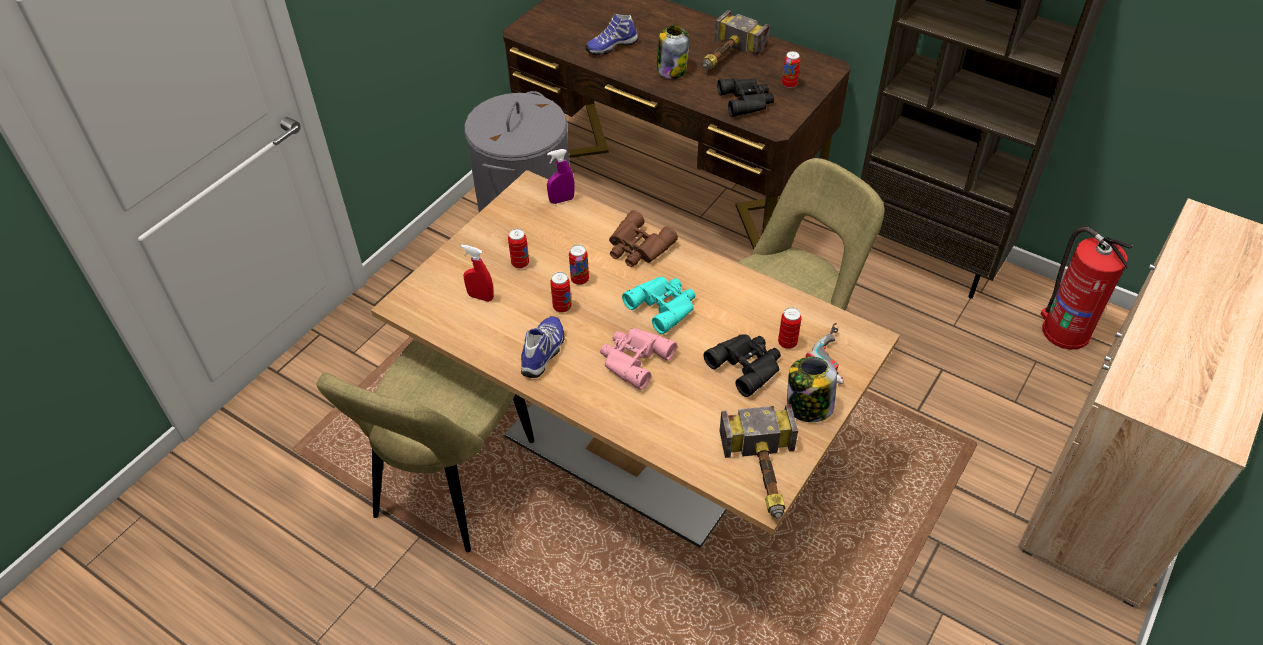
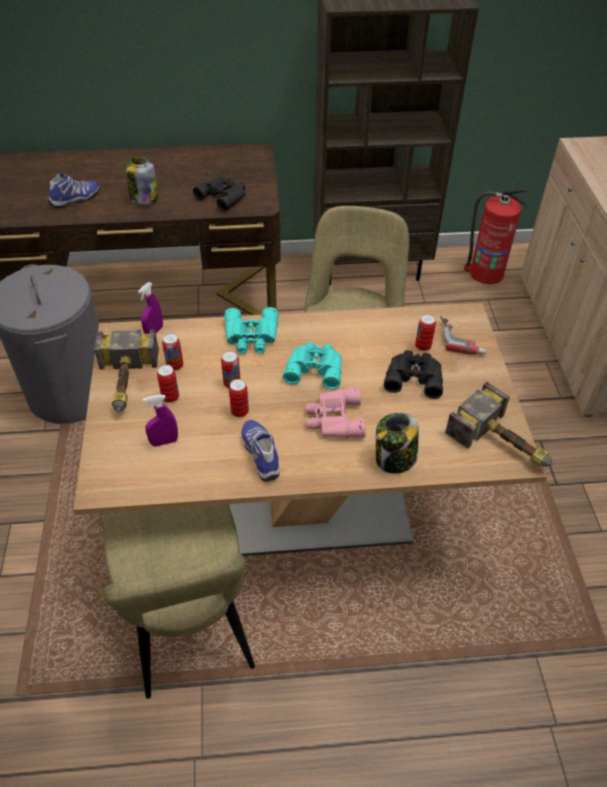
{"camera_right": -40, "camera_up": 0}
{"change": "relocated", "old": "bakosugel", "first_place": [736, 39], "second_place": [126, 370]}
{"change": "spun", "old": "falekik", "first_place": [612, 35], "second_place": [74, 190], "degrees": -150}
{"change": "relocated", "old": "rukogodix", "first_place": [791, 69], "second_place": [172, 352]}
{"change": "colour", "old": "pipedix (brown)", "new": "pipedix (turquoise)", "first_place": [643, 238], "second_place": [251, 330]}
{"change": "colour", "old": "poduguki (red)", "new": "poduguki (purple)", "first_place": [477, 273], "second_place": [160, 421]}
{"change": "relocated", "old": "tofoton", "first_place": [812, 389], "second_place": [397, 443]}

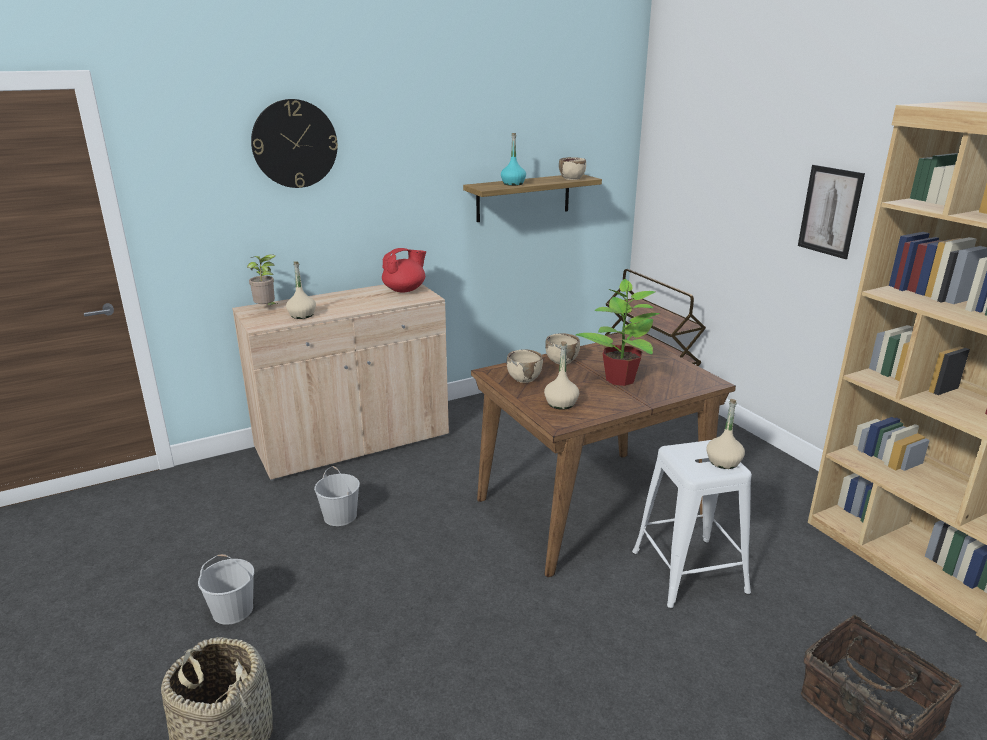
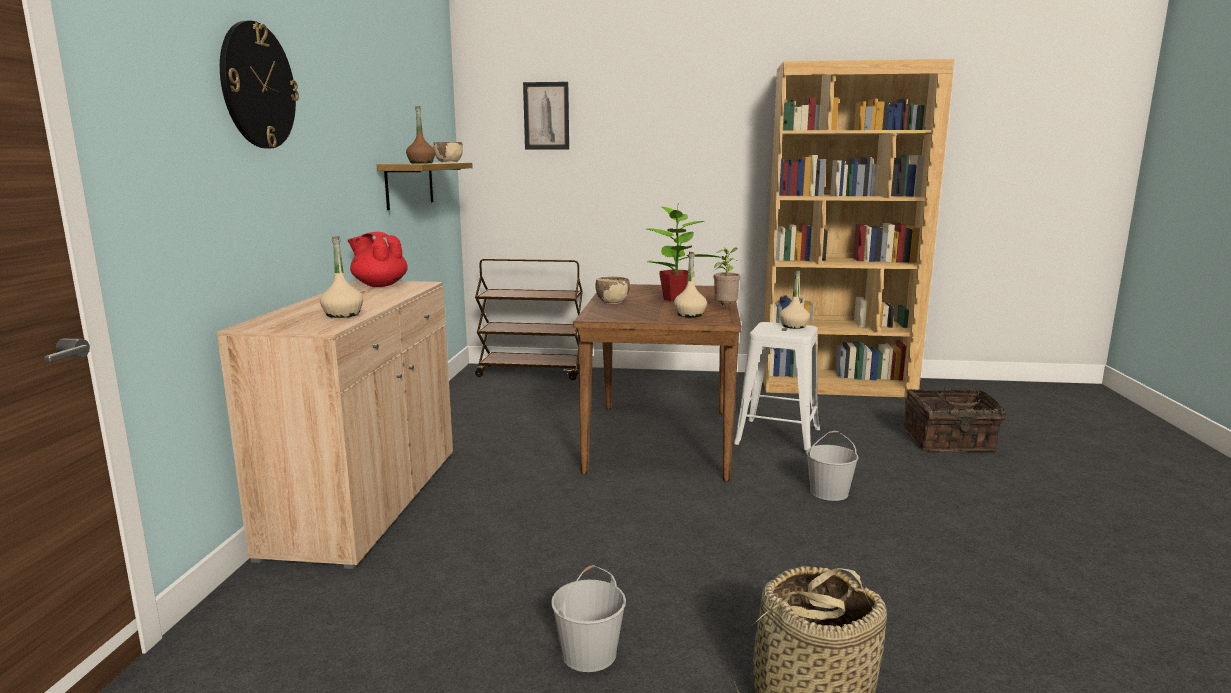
{"camera_right": -55, "camera_up": -10}
{"change": "colour", "old": "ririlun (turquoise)", "new": "ririlun (brown)", "first_place": [513, 159], "second_place": [421, 134]}
{"change": "relocated", "old": "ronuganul", "first_place": [831, 212], "second_place": [546, 115]}
{"change": "spun", "old": "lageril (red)", "first_place": [404, 270], "second_place": [378, 259], "degrees": -60}
{"change": "relocated", "old": "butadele", "first_place": [263, 279], "second_place": [726, 276]}
{"change": "missing", "old": "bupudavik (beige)", "first_place": [525, 366]}
{"change": "relocated", "old": "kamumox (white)", "first_place": [337, 496], "second_place": [832, 466]}

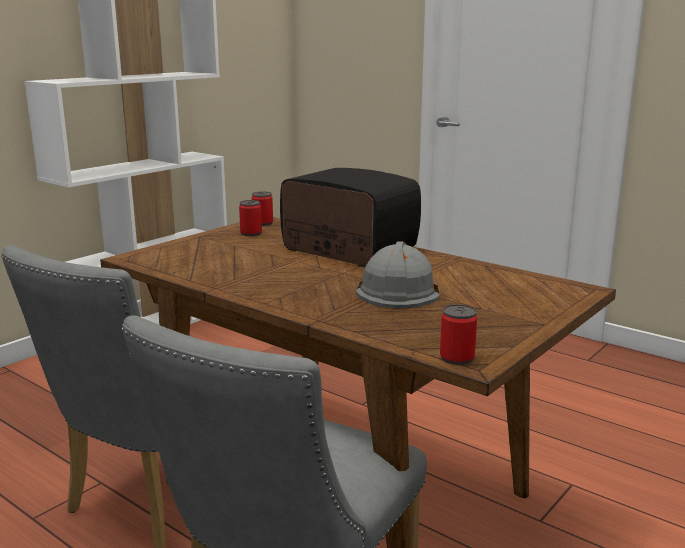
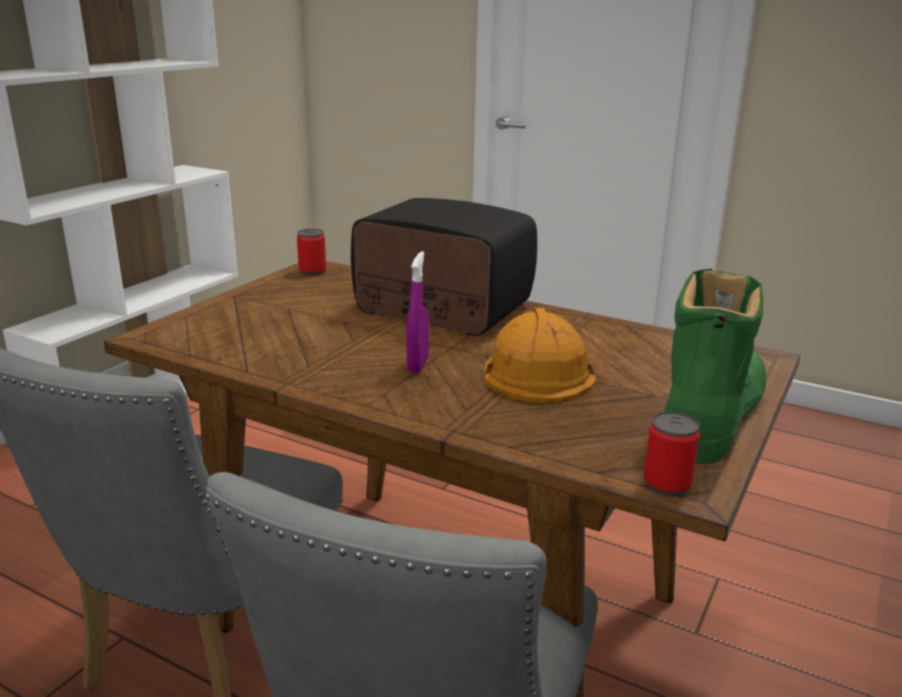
{"camera_right": -10, "camera_up": 5}
{"change": "missing", "old": "rukogodix", "first_place": [250, 218]}
{"change": "colour", "old": "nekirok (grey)", "new": "nekirok (orange)", "first_place": [398, 275], "second_place": [540, 355]}
{"change": "appeared", "new": "poduguki (purple)", "second_place": [418, 312]}
{"change": "appeared", "new": "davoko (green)", "second_place": [715, 366]}

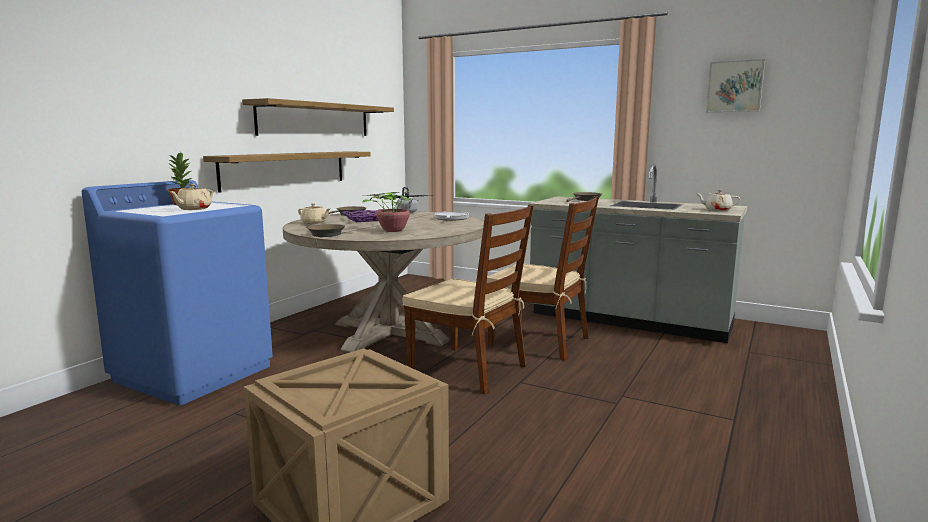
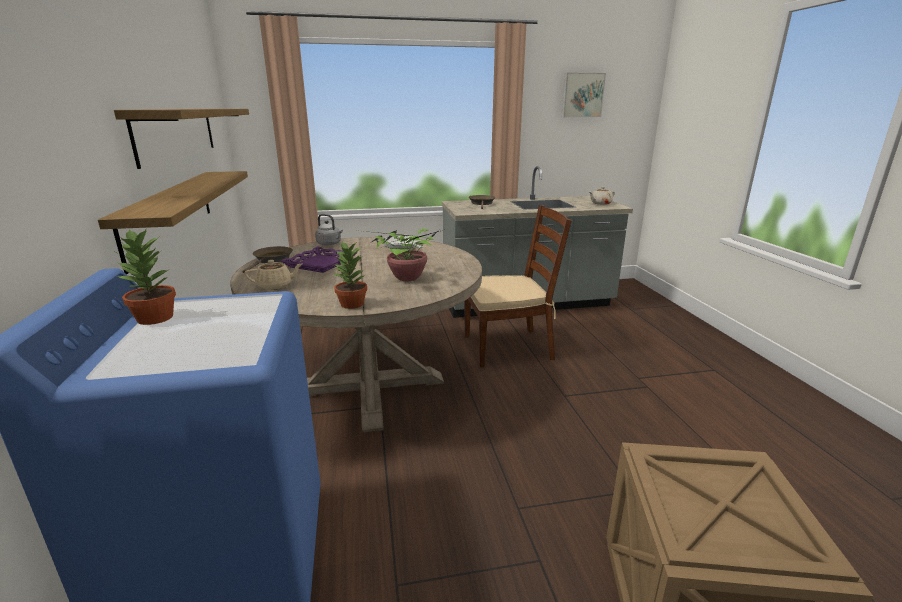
{"camera_right": -40, "camera_up": 10}
{"change": "missing", "old": "lageril (beige)", "first_place": [191, 196]}
{"change": "missing", "old": "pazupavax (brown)", "first_place": [468, 299]}
{"change": "exchanged", "old": "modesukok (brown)", "new": "butadele", "first_place": [325, 230], "second_place": [350, 275]}

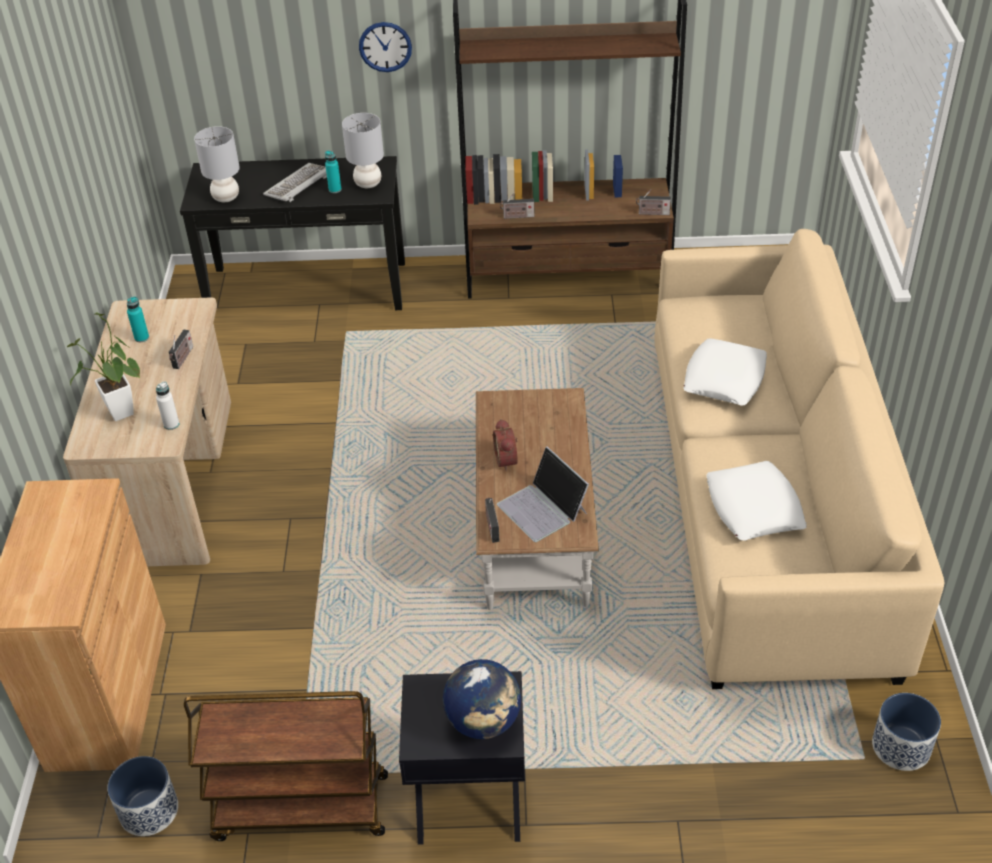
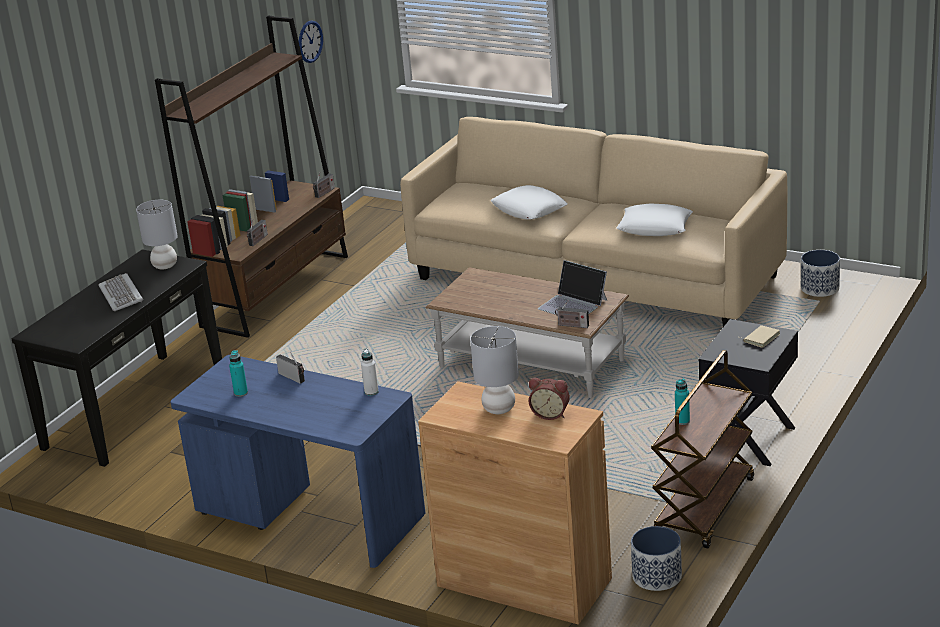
{"camera_right": -60, "camera_up": -15}
{"change": "relocated", "old": "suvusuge", "first_place": [385, 47], "second_place": [311, 42]}
{"change": "relocated", "old": "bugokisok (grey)", "first_place": [217, 164], "second_place": [494, 370]}
{"change": "relocated", "old": "ririlun (turquoise)", "first_place": [333, 172], "second_place": [682, 401]}
{"change": "colour", "old": "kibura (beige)", "new": "kibura (blue)", "first_place": [147, 432], "second_place": [298, 461]}
{"change": "missing", "old": "butadele", "first_place": [103, 366]}
{"change": "relocated", "old": "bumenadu", "first_place": [505, 445], "second_place": [549, 399]}
{"change": "spun", "old": "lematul", "first_place": [543, 494], "second_place": [572, 287], "degrees": 45}
{"change": "exchanged", "old": "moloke", "new": "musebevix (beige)", "first_place": [482, 699], "second_place": [760, 336]}

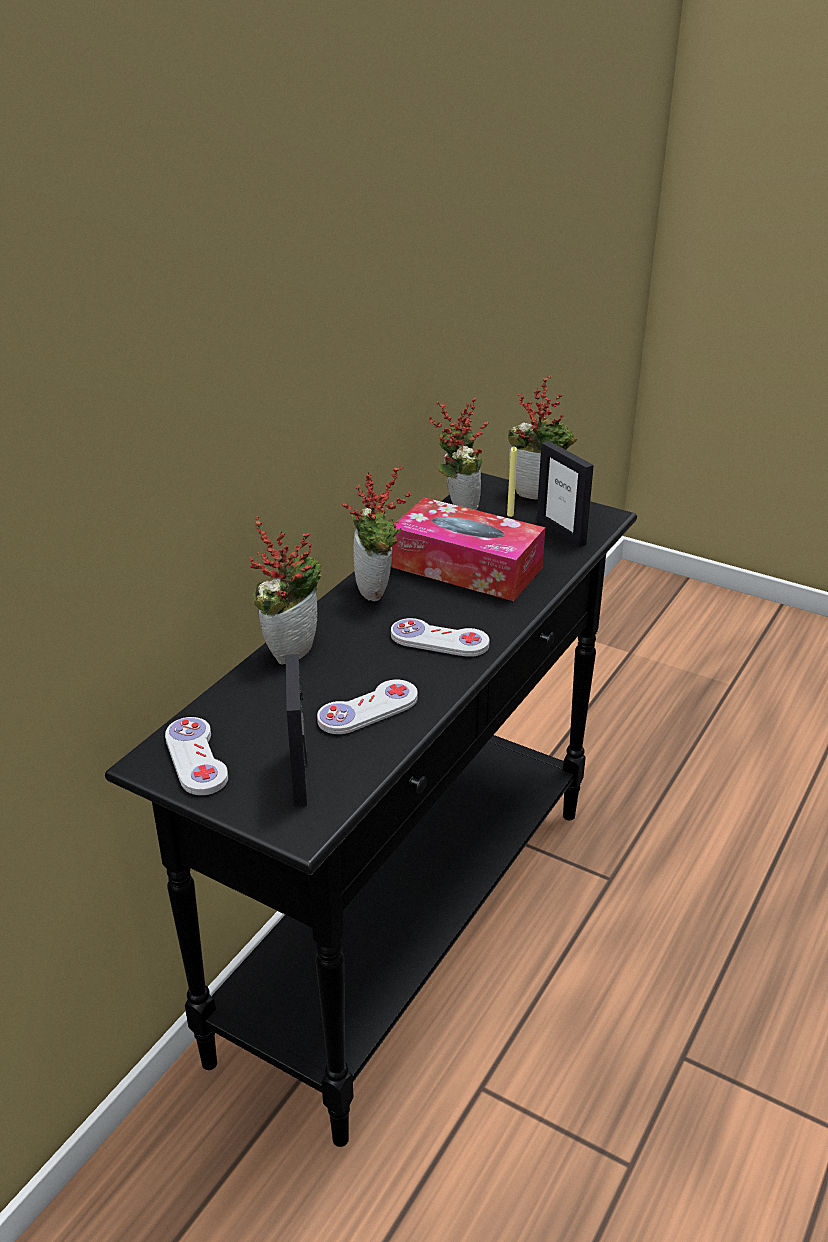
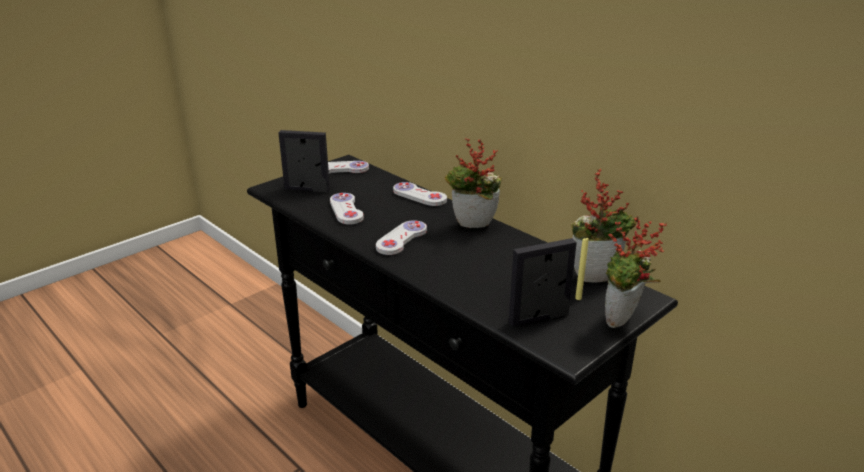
{"camera_right": 105, "camera_up": -5}
{"change": "missing", "old": "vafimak", "first_place": [468, 549]}
{"change": "exchanged", "old": "butadele", "new": "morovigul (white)", "first_place": [285, 590], "second_place": [420, 194]}

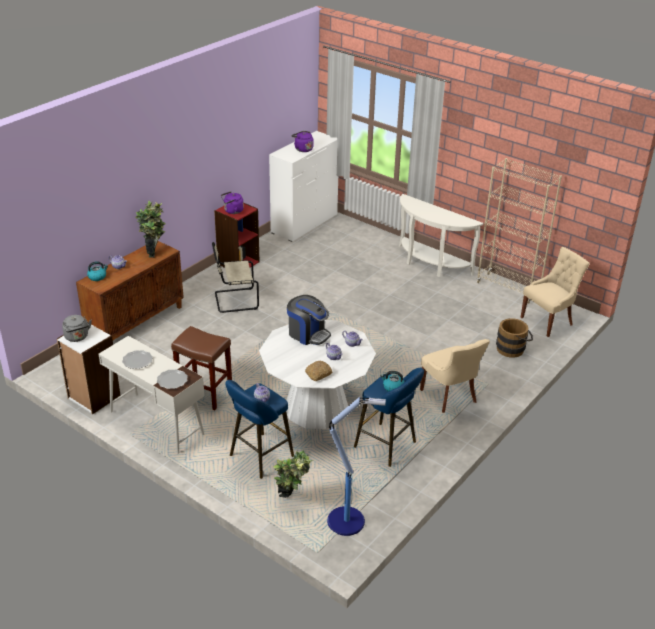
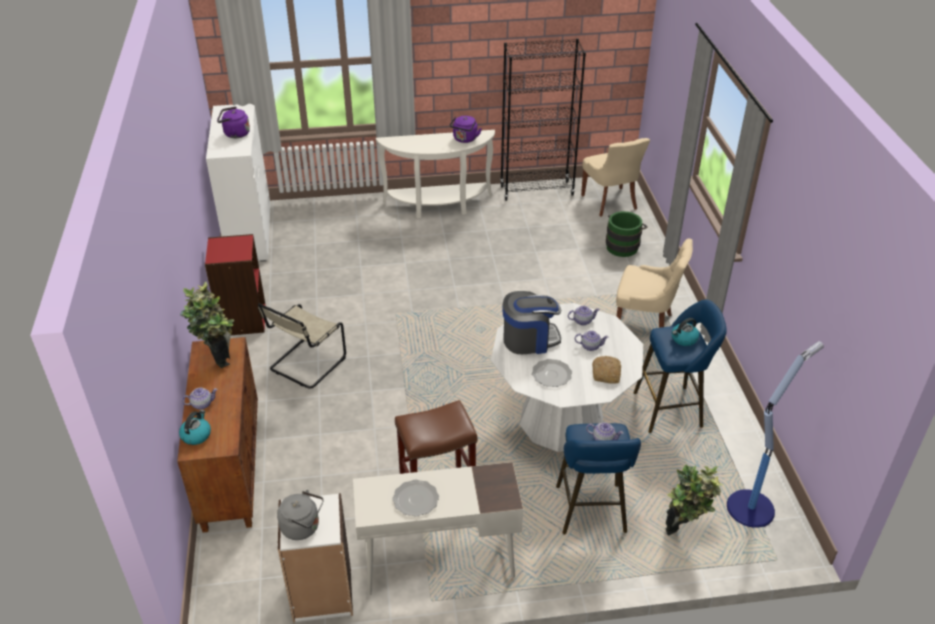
{"camera_right": -45, "camera_up": 5}
{"change": "colour", "old": "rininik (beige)", "new": "rininik (black)", "first_place": [519, 230], "second_place": [543, 119]}
{"change": "relocated", "old": "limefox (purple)", "first_place": [232, 202], "second_place": [466, 129]}
{"change": "spun", "old": "pazupavax (beige)", "first_place": [555, 292], "second_place": [615, 177], "degrees": 150}
{"change": "colour", "old": "kamumox (brown)", "new": "kamumox (green)", "first_place": [514, 338], "second_place": [627, 234]}
{"change": "relocated", "old": "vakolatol", "first_place": [172, 379], "second_place": [552, 373]}

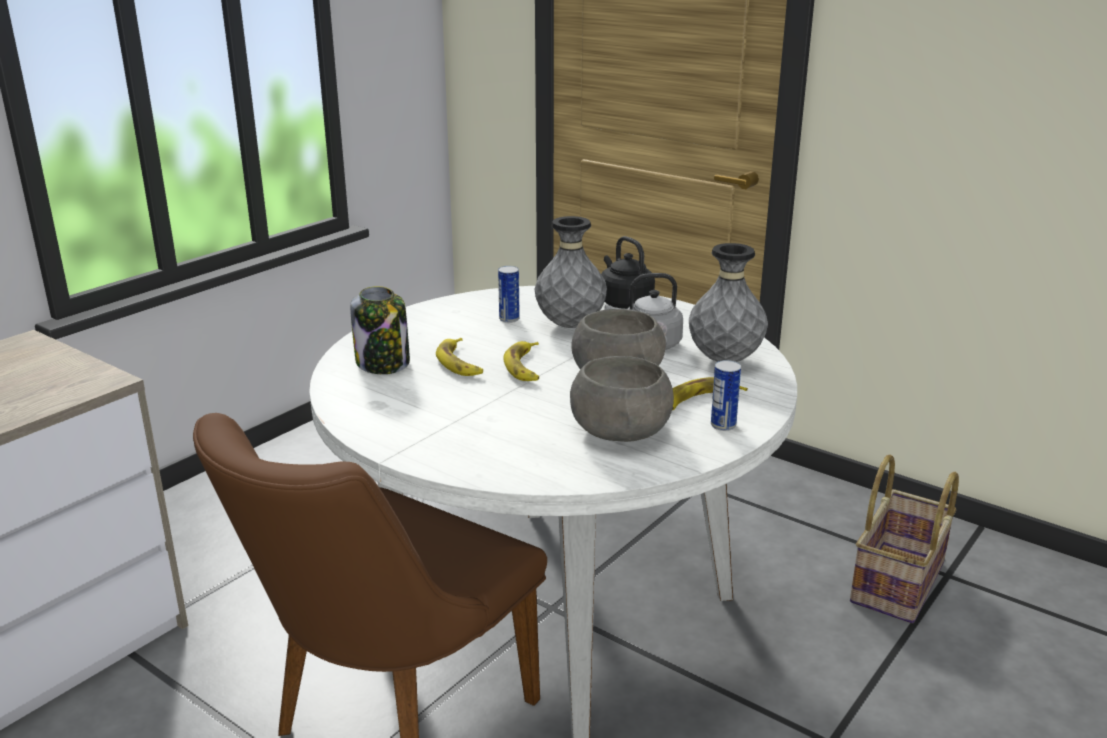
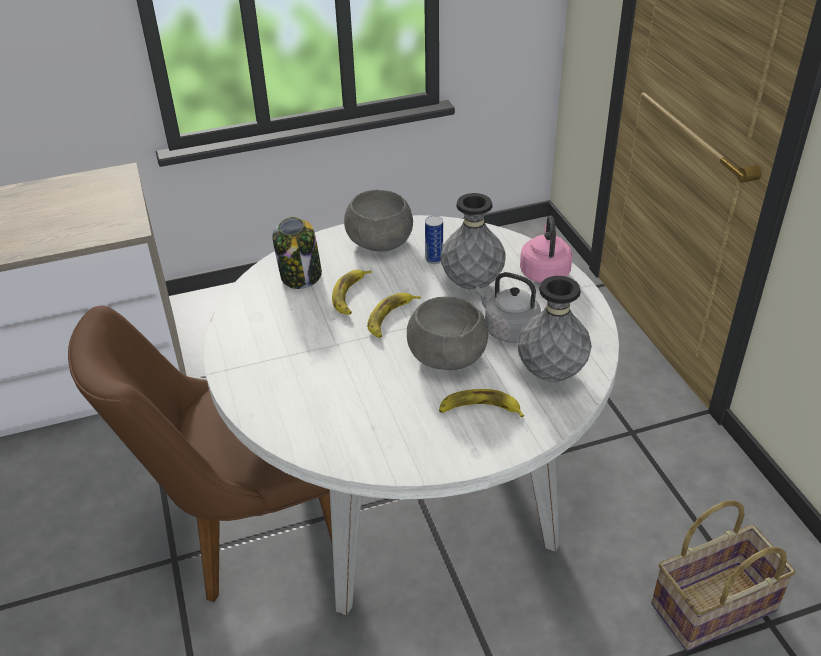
{"camera_right": 35, "camera_up": 15}
{"change": "colour", "old": "limefox (black)", "new": "limefox (pink)", "first_place": [628, 272], "second_place": [546, 249]}
{"change": "relocated", "old": "bupudavik (grey)", "first_place": [622, 399], "second_place": [378, 221]}
{"change": "missing", "old": "rukogodix", "first_place": [726, 395]}

